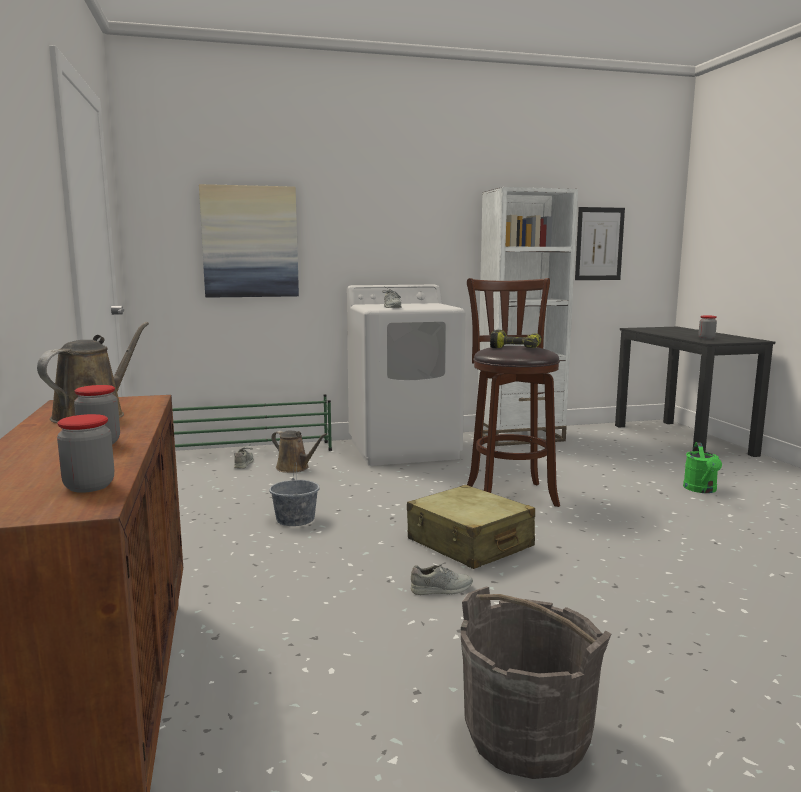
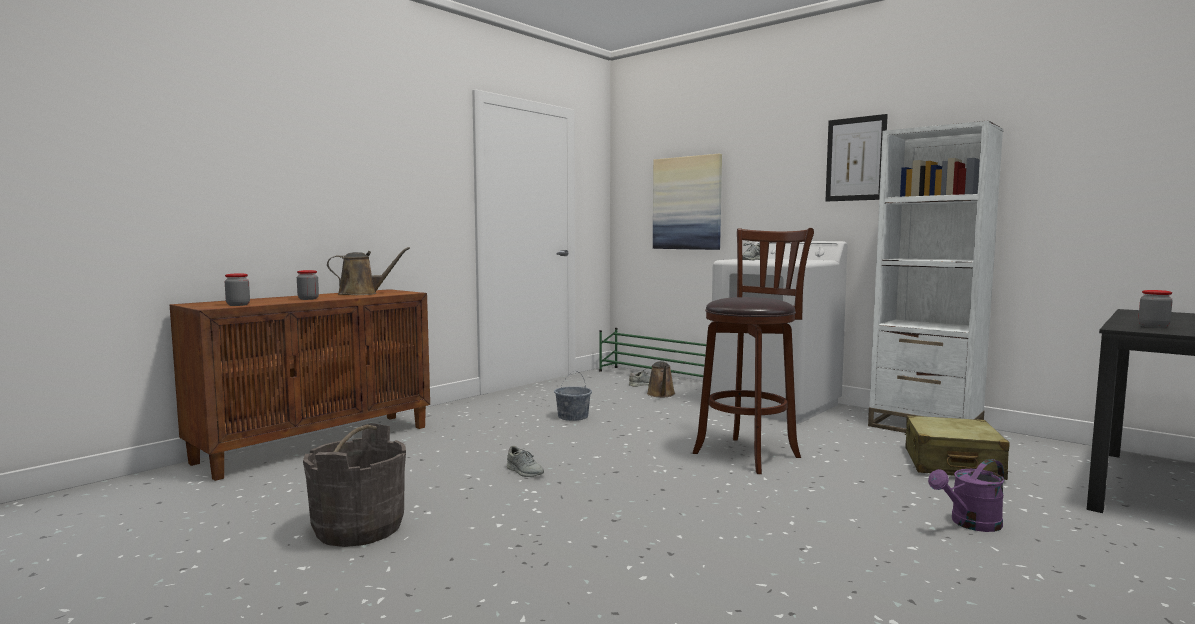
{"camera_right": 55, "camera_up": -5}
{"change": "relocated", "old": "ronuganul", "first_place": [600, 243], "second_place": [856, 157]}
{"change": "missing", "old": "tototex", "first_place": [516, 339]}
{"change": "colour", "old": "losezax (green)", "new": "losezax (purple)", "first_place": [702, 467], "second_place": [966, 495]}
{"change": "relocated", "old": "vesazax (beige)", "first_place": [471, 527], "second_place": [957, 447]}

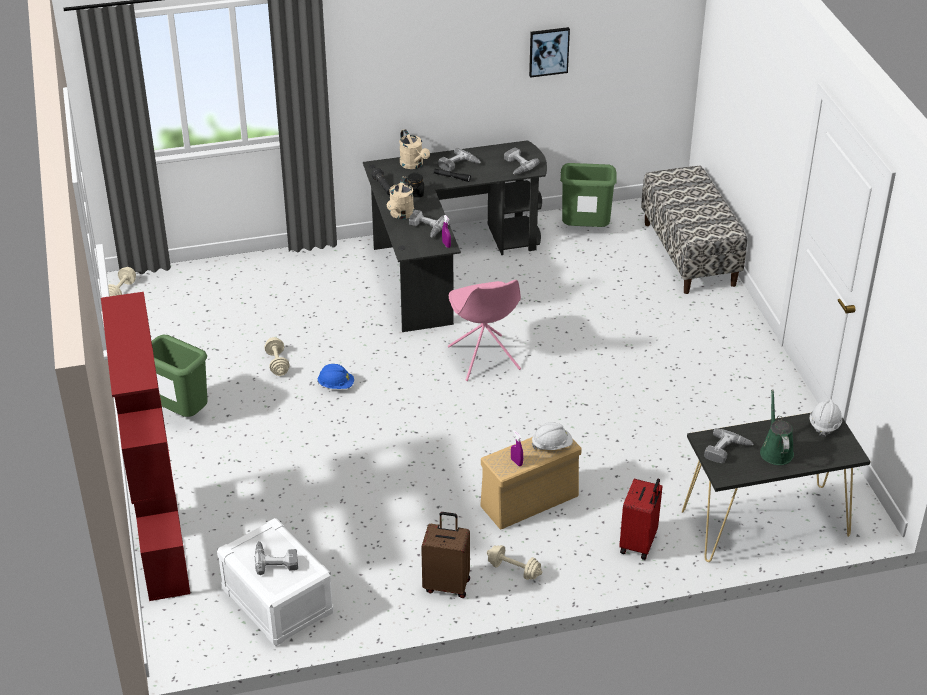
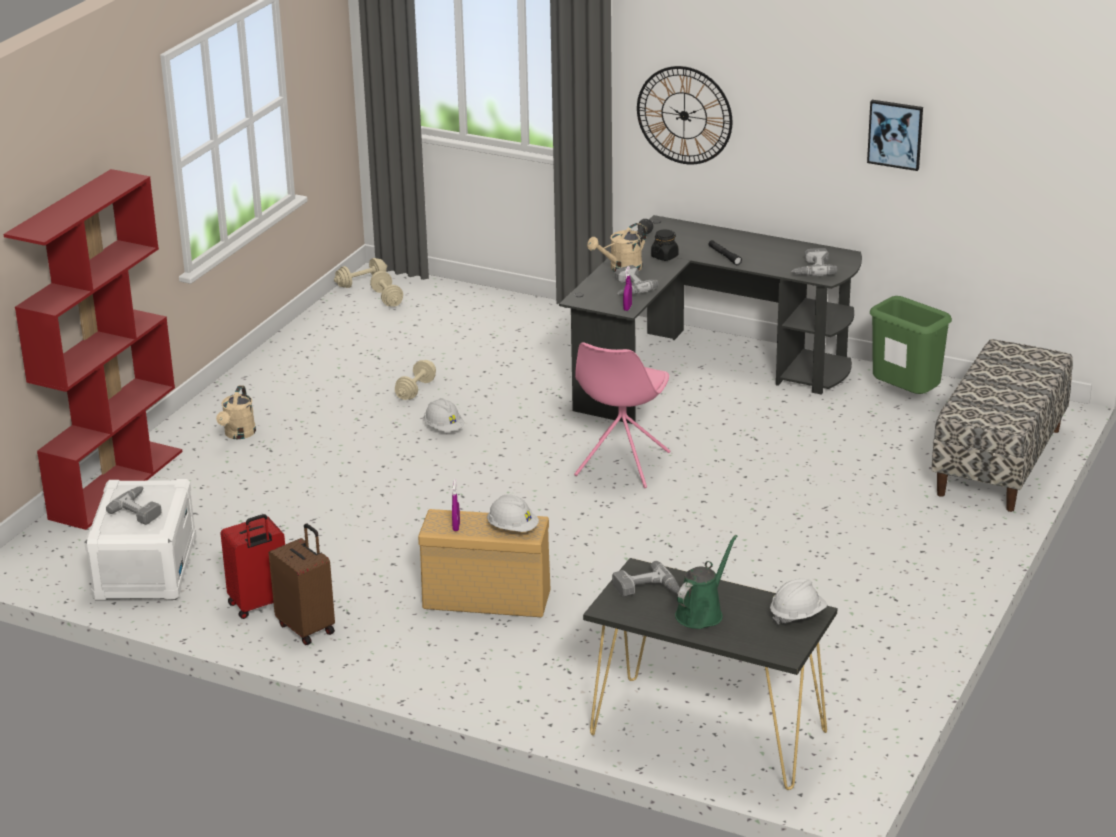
{"camera_right": 40, "camera_up": -10}
{"change": "relocated", "old": "losezax (beige)", "first_place": [414, 149], "second_place": [236, 412]}
{"change": "missing", "old": "tototex", "first_place": [459, 159]}
{"change": "missing", "old": "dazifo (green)", "first_place": [180, 376]}
{"change": "colour", "old": "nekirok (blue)", "new": "nekirok (white)", "first_place": [335, 376], "second_place": [444, 415]}
{"change": "relocated", "old": "vesazax (red)", "first_place": [641, 519], "second_place": [252, 566]}
{"change": "relocated", "old": "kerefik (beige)", "first_place": [514, 562], "second_place": [386, 289]}
{"change": "appeared", "new": "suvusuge", "second_place": [684, 115]}

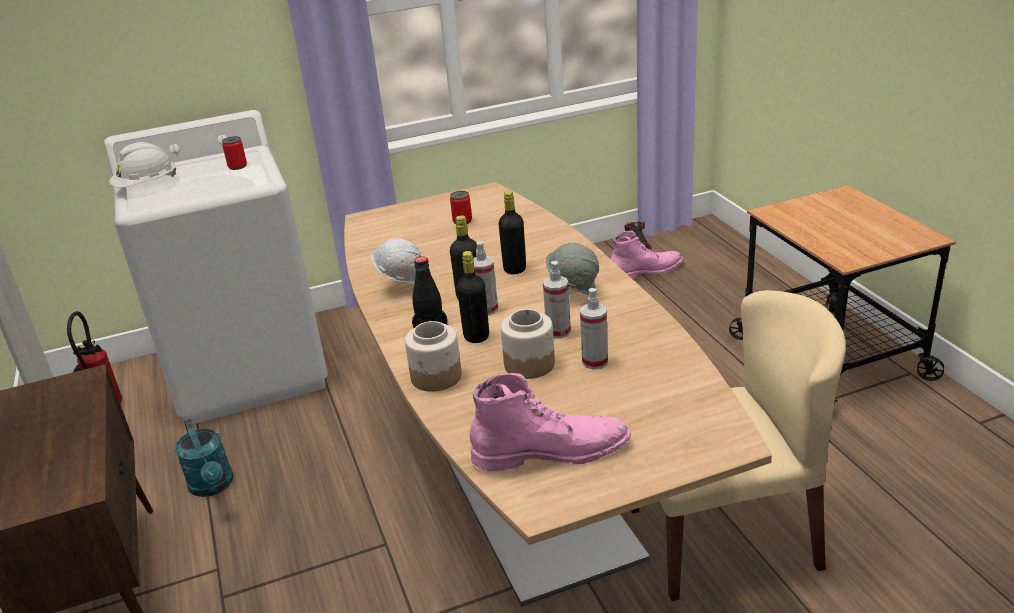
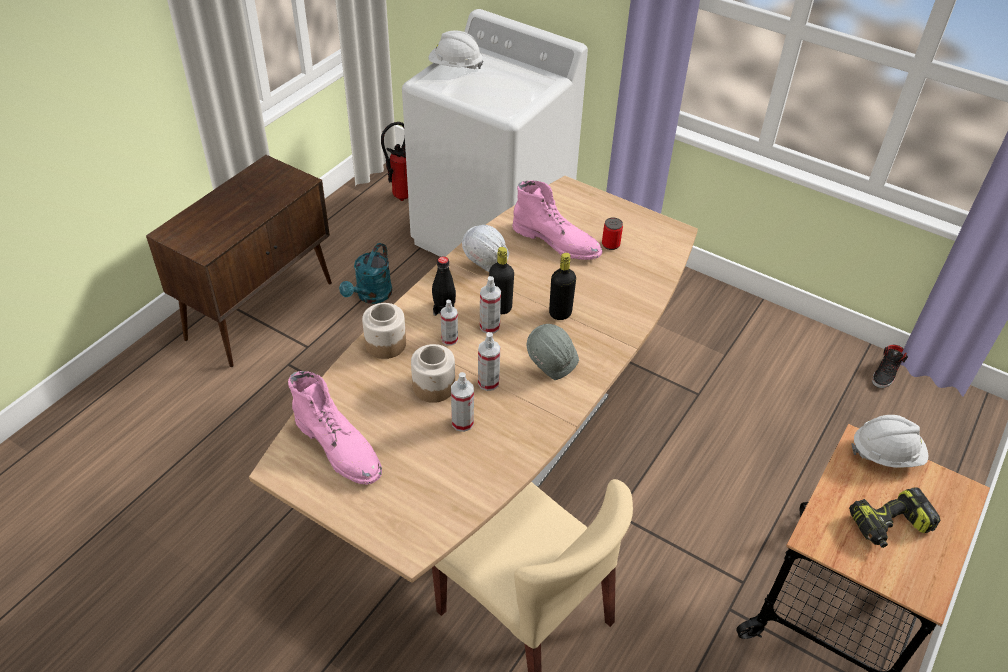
{"camera_right": 50, "camera_up": 15}
{"change": "missing", "old": "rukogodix", "first_place": [234, 153]}
{"change": "relocated", "old": "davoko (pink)", "first_place": [646, 255], "second_place": [557, 220]}
{"change": "exchanged", "old": "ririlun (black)", "new": "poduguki", "first_place": [473, 297], "second_place": [449, 322]}
{"change": "appeared", "new": "nekirok (white)", "second_place": [889, 441]}
{"change": "appeared", "new": "tototex", "second_place": [894, 517]}

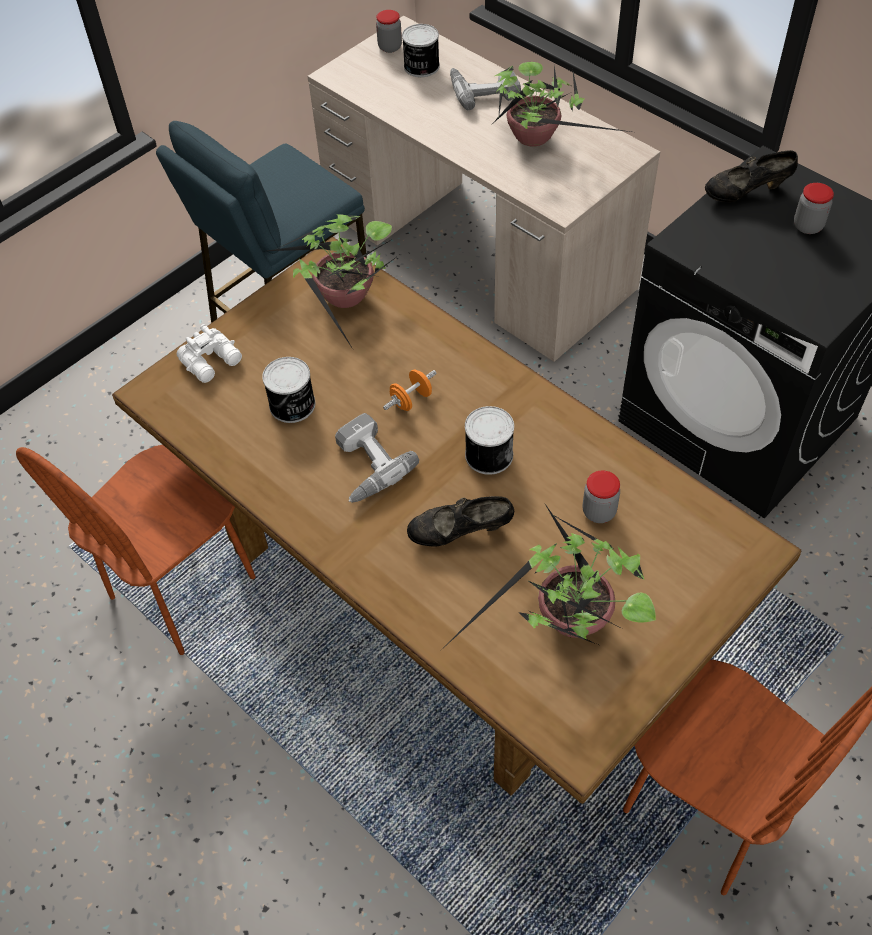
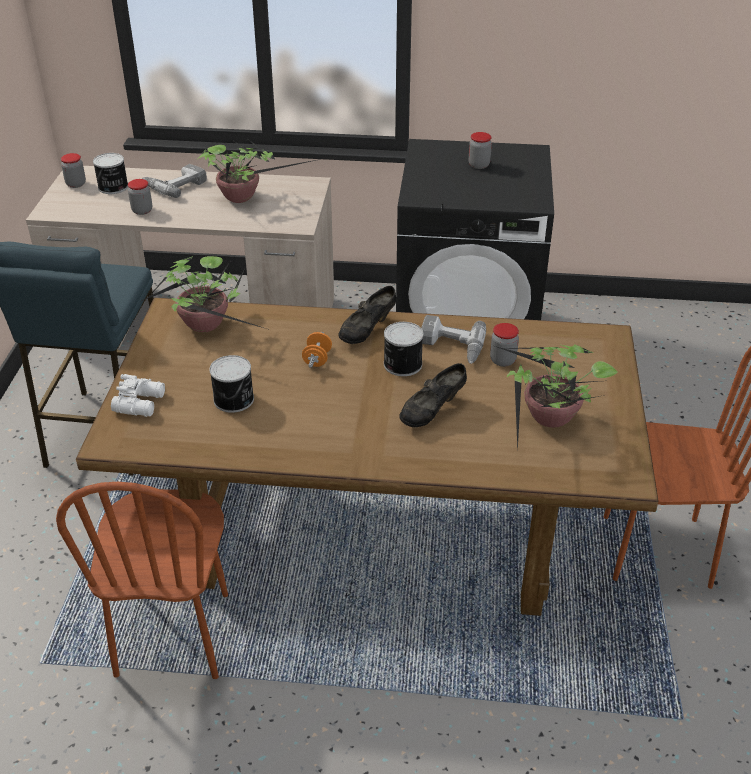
{"camera_right": -40, "camera_up": -15}
{"change": "relocated", "old": "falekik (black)", "first_place": [751, 176], "second_place": [367, 315]}
{"change": "relocated", "old": "tototex", "first_place": [377, 458], "second_place": [453, 339]}
{"change": "appeared", "new": "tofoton", "second_place": [140, 197]}

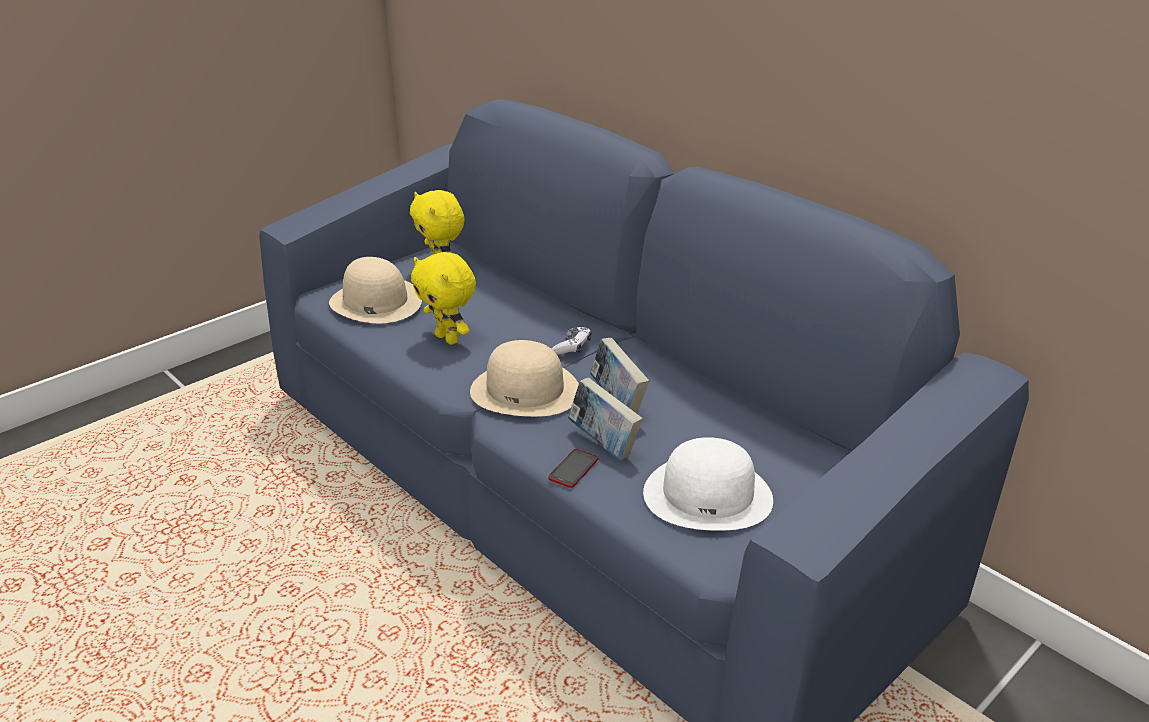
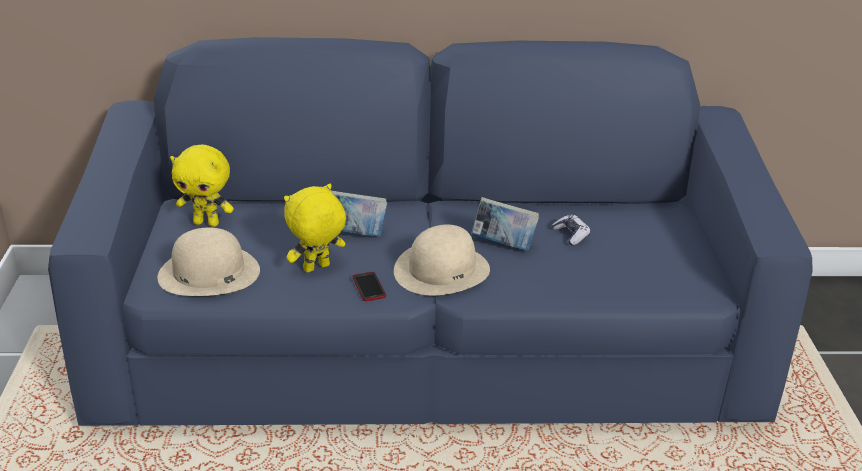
{"camera_right": -50, "camera_up": 0}
{"change": "spun", "old": "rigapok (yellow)", "first_place": [443, 298], "second_place": [315, 228], "degrees": 150}
{"change": "relocated", "old": "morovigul", "first_place": [571, 341], "second_place": [571, 229]}
{"change": "relocated", "old": "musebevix", "first_place": [605, 419], "second_place": [359, 213]}
{"change": "missing", "old": "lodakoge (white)", "first_place": [708, 484]}
{"change": "relocated", "old": "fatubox", "first_place": [573, 468], "second_place": [369, 286]}

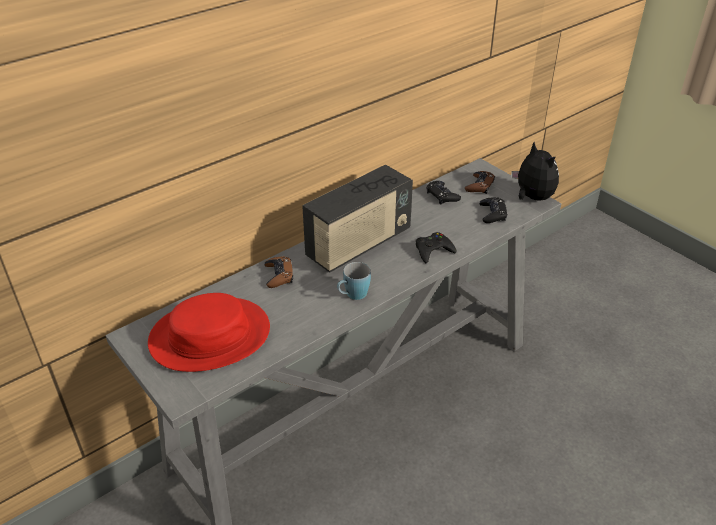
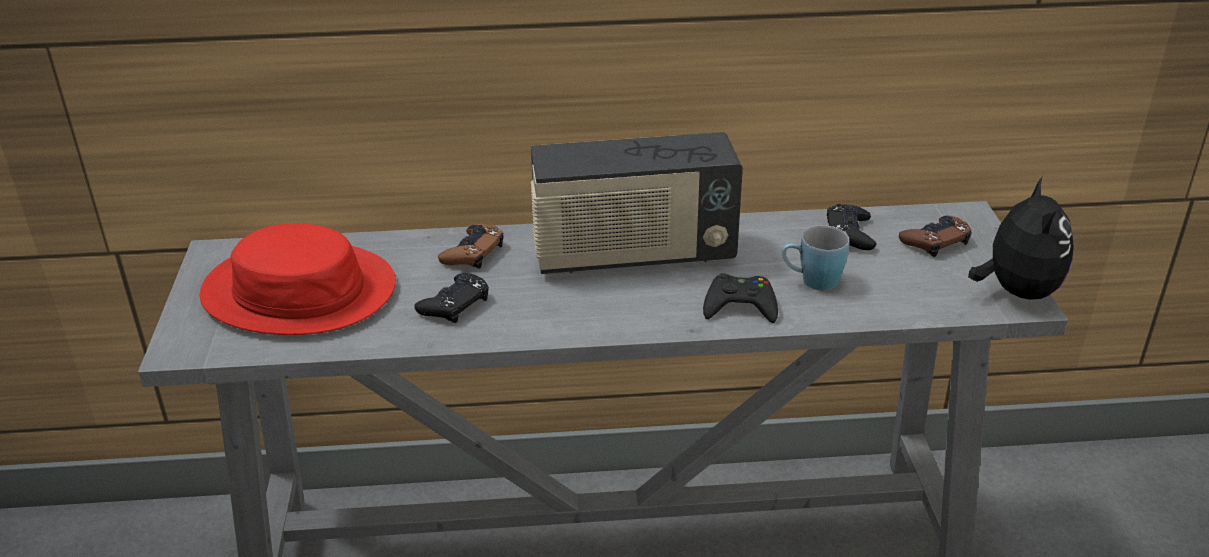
{"camera_right": 35, "camera_up": -5}
{"change": "relocated", "old": "morovigul (black)", "first_place": [493, 210], "second_place": [452, 298]}
{"change": "relocated", "old": "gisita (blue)", "first_place": [354, 281], "second_place": [816, 257]}

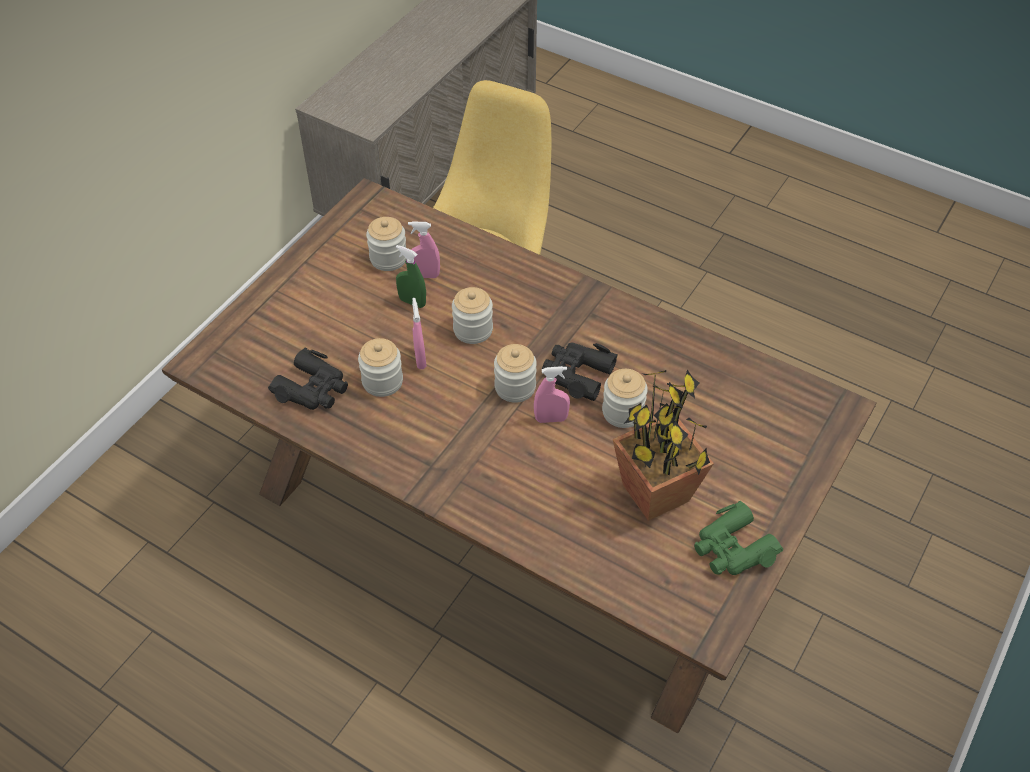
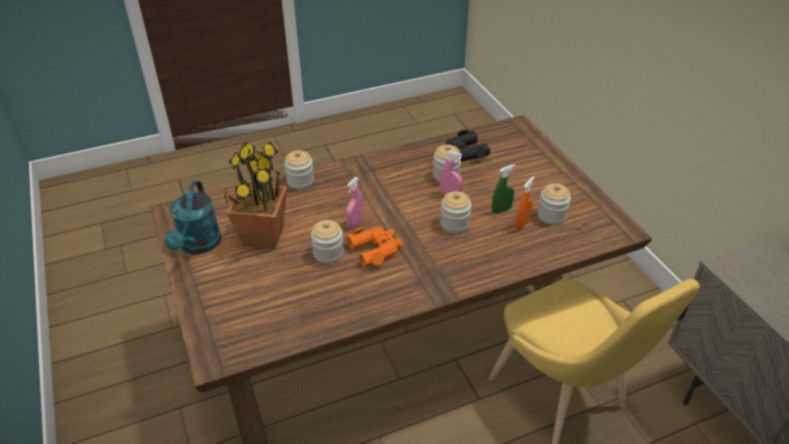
{"camera_right": 125, "camera_up": -10}
{"change": "colour", "old": "poduguki (pink)", "new": "poduguki (orange)", "first_place": [424, 249], "second_place": [525, 203]}
{"change": "colour", "old": "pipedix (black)", "new": "pipedix (orange)", "first_place": [580, 371], "second_place": [374, 247]}
{"change": "relocated", "old": "tofoton", "first_place": [515, 373], "second_place": [299, 170]}
{"change": "exchanged", "old": "pipedix (green)", "new": "losezax (turquoise)", "first_place": [738, 538], "second_place": [193, 218]}

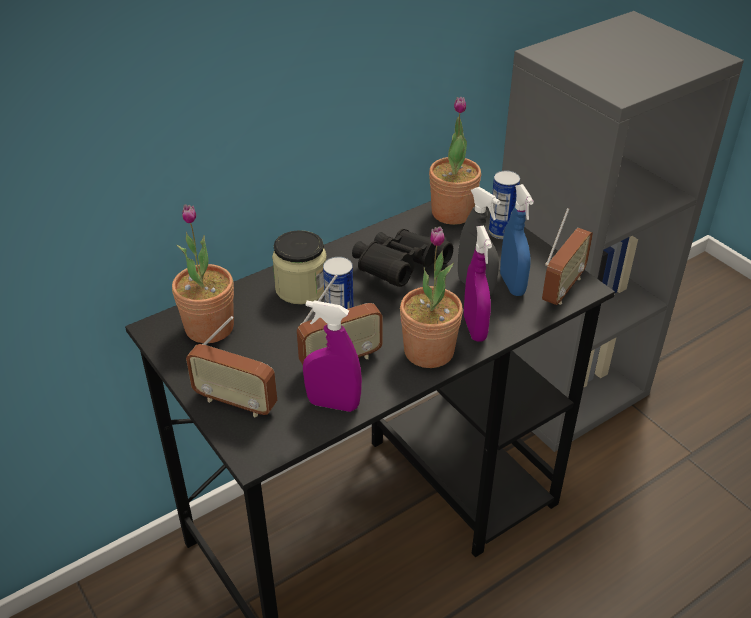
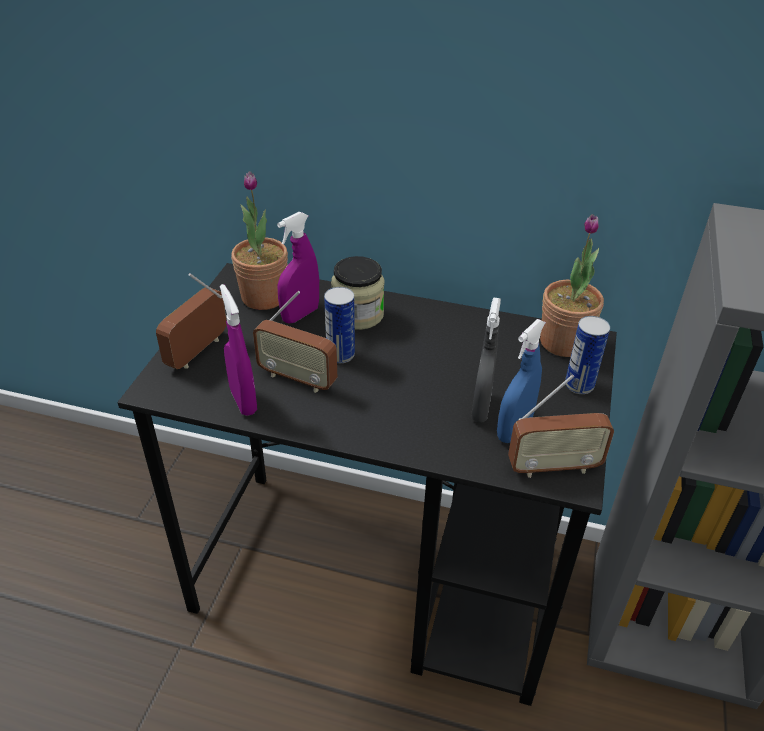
{"camera_right": 50, "camera_up": 0}
{"change": "missing", "old": "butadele", "first_place": [431, 297]}
{"change": "relocated", "old": "poduguki (purple)", "first_place": [478, 284], "second_place": [298, 267]}
{"change": "missing", "old": "pipedix (black)", "first_place": [402, 258]}
{"change": "spun", "old": "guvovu", "first_place": [231, 367], "second_place": [191, 321], "degrees": 45}

